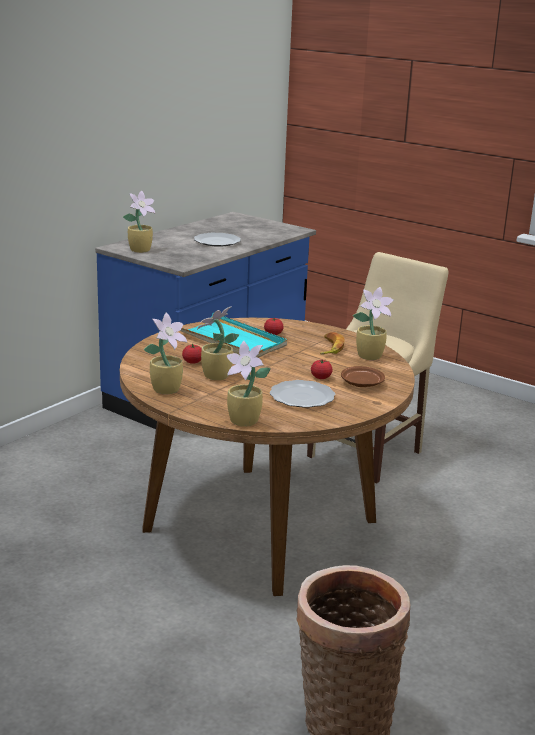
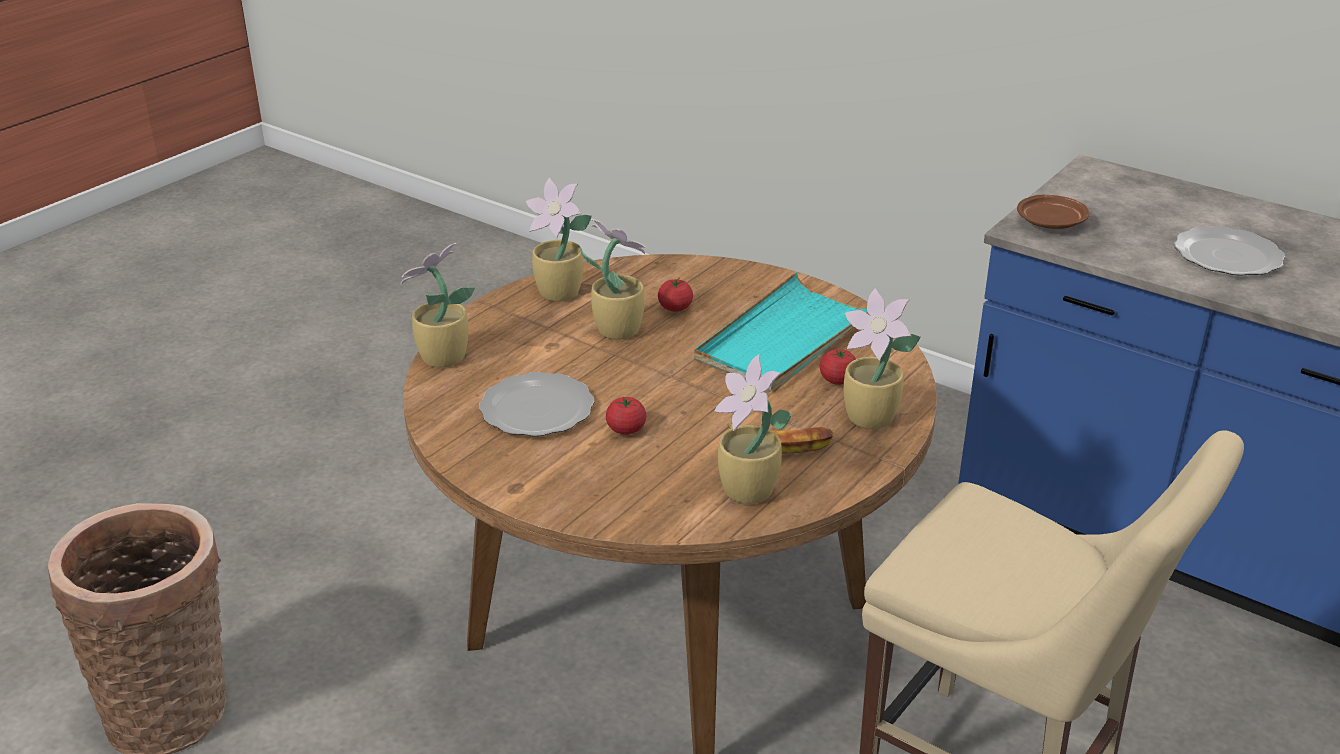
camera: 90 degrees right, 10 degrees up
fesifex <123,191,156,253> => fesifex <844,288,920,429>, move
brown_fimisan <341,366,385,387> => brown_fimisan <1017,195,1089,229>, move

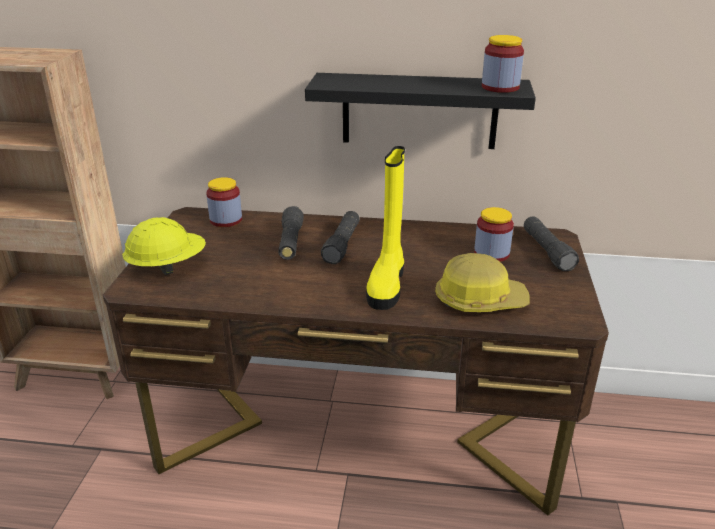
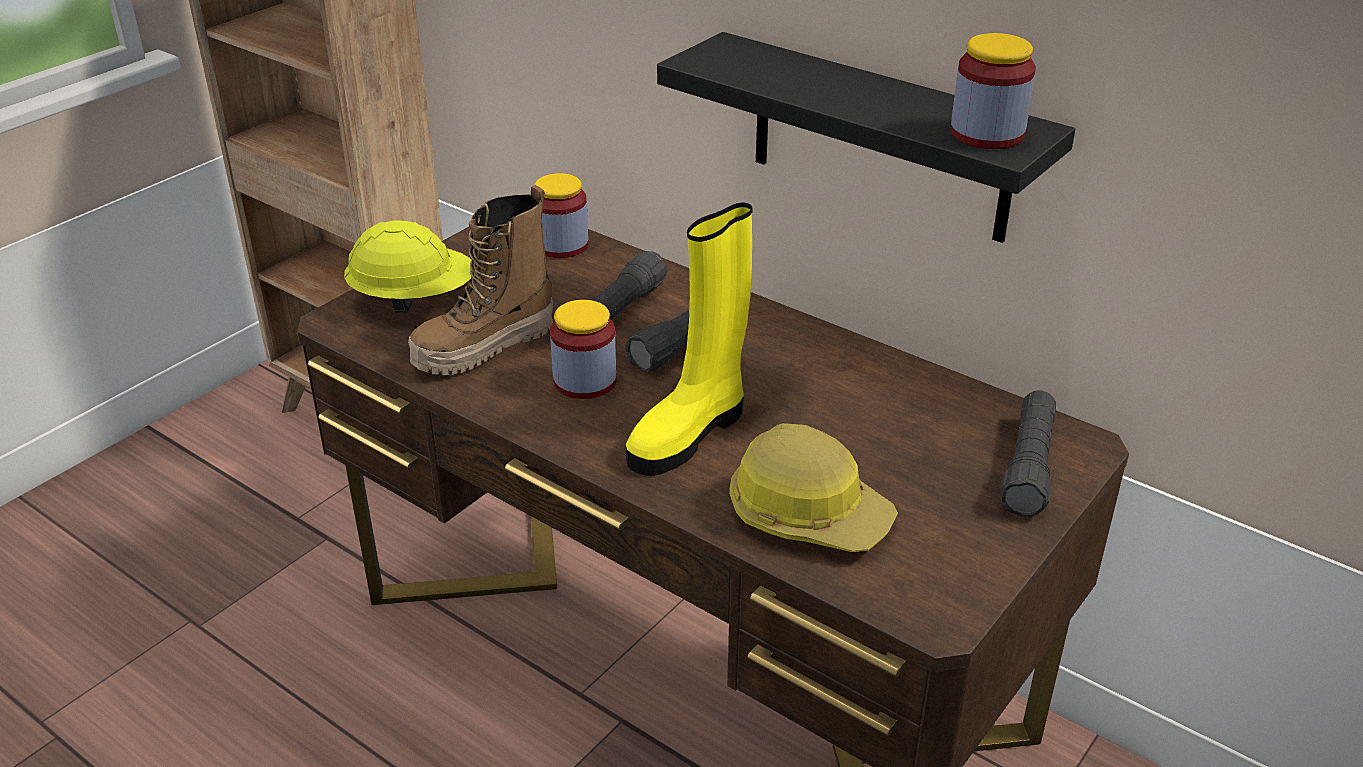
camera: 30 degrees right, 5 degrees up
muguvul <474,207,514,262> => muguvul <550,300,617,399>, move
nothing => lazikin <408,185,553,375>

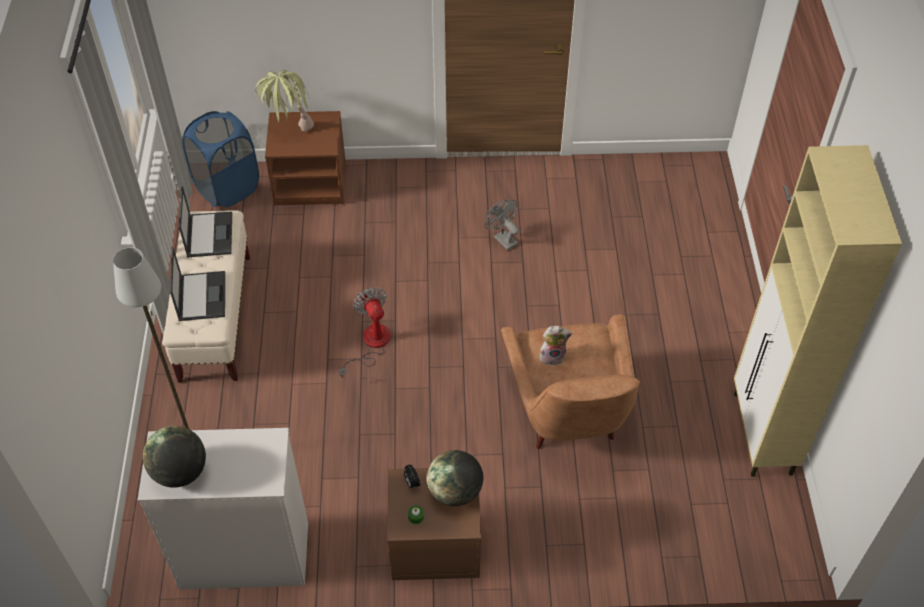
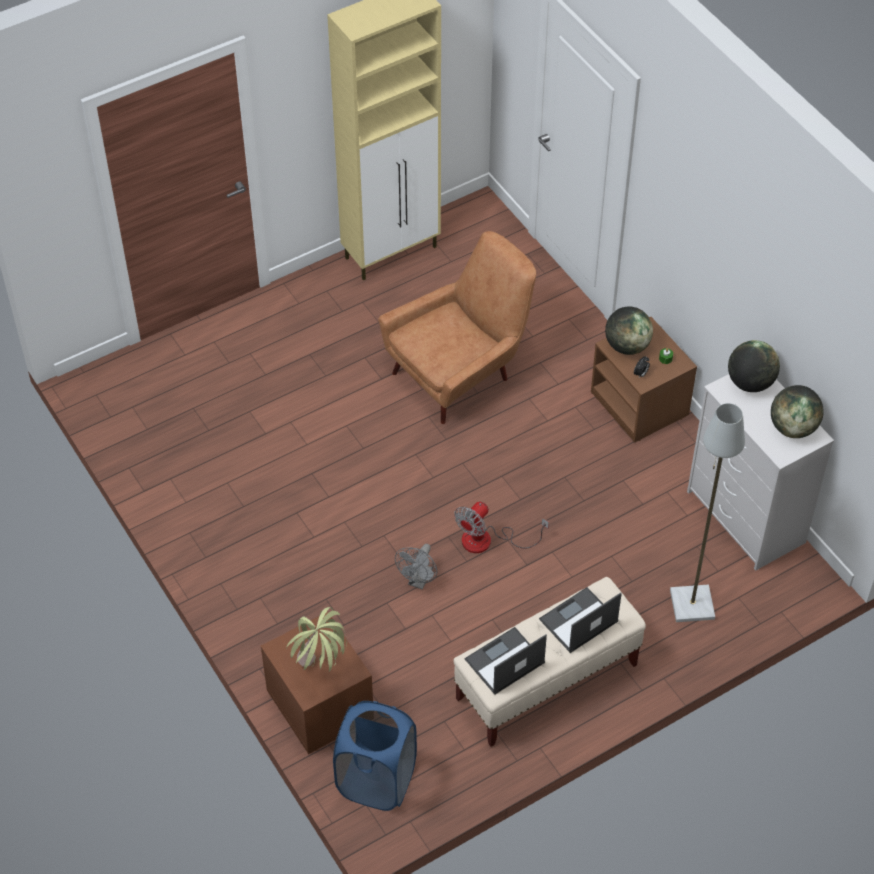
camera: 120 degrees left, 0 degrees up
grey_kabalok <485,200,519,251> => grey_kabalok <395,544,437,589>, move
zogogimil <539,326,573,366> => nothing
nothing => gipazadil <728,340,780,392>

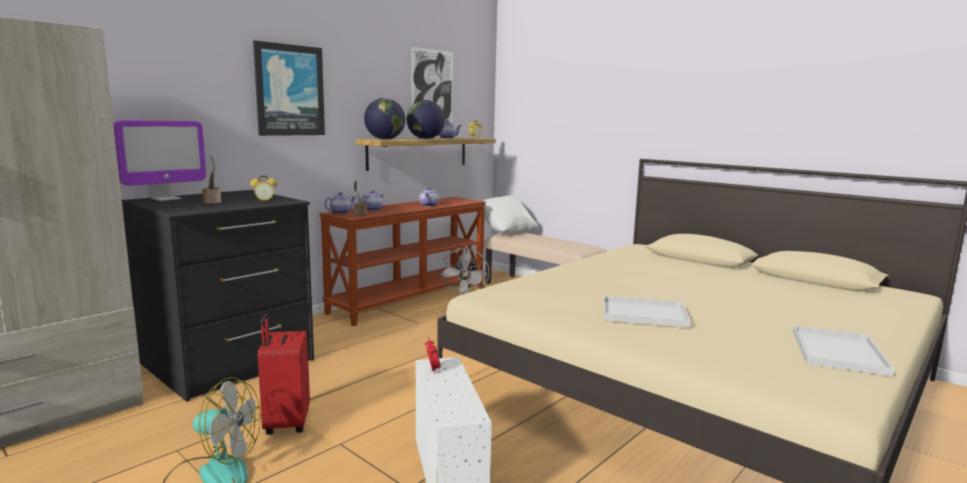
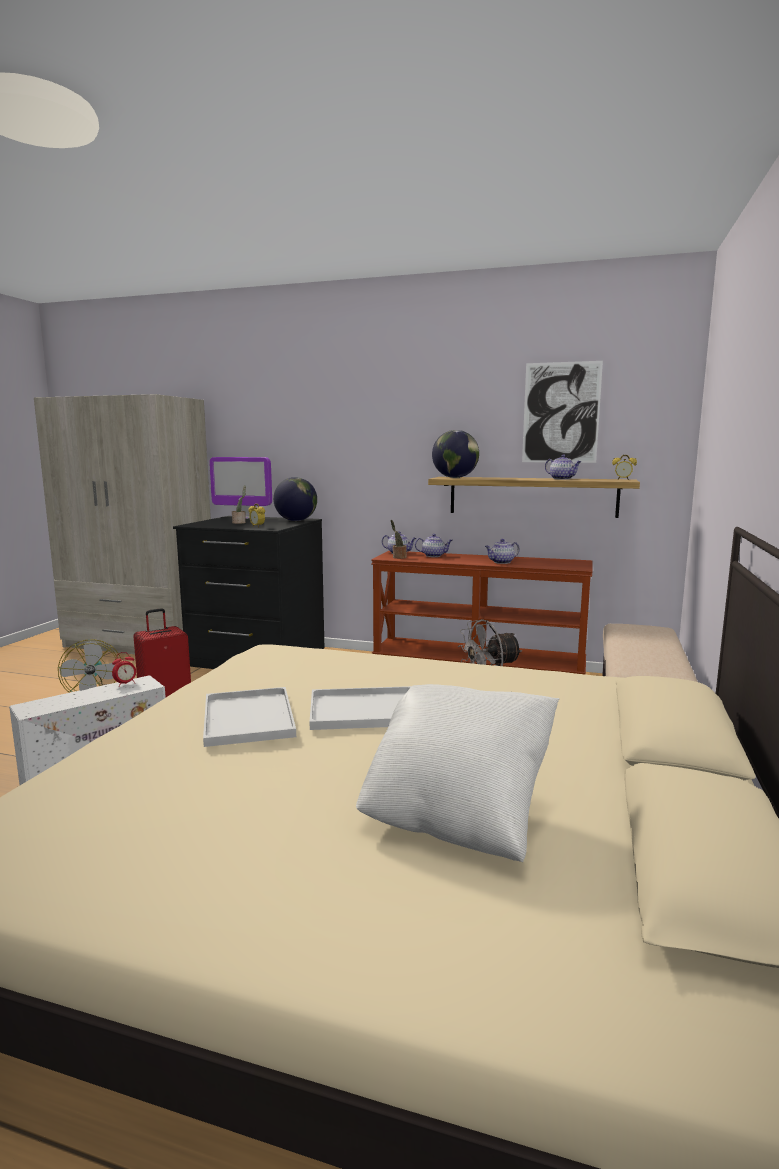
camera: 65 degrees right, 0 degrees up
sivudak <253,40,325,136> => nothing
gipazadil <407,100,445,139> => gipazadil <273,477,317,521>, move
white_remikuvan <483,195,539,235> => white_remikuvan <356,684,559,862>, move
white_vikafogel <793,325,895,376> => white_vikafogel <310,686,412,730>, move

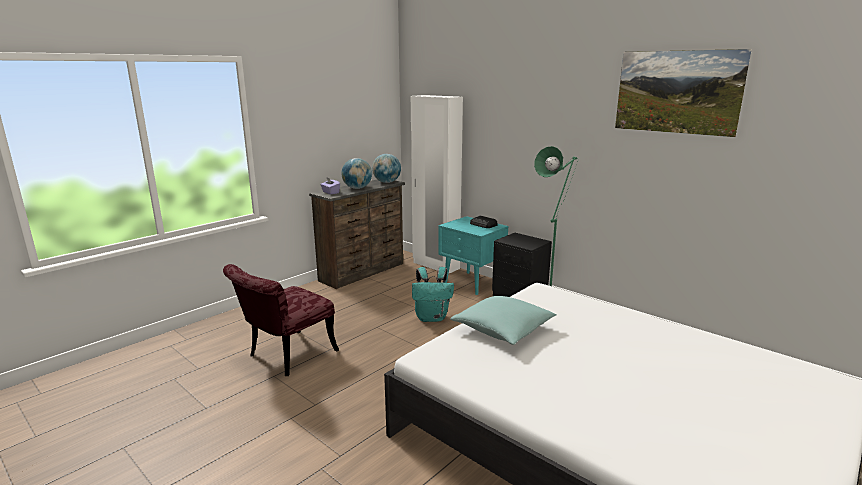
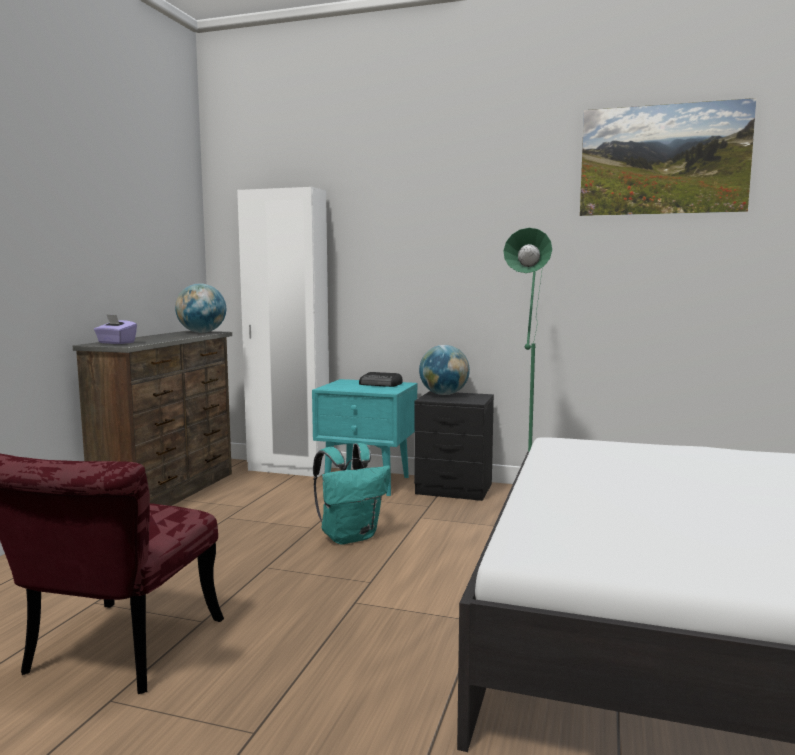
camera: 25 degrees left, 10 degrees down
gipazadil <341,158,372,189> => gipazadil <419,345,470,395>, move
turquoise_remikuvan <450,296,556,345> => nothing

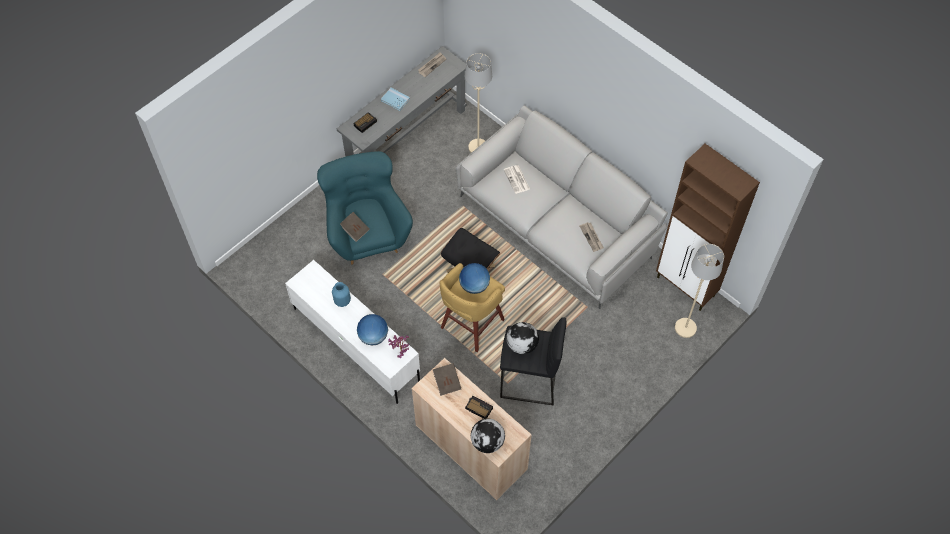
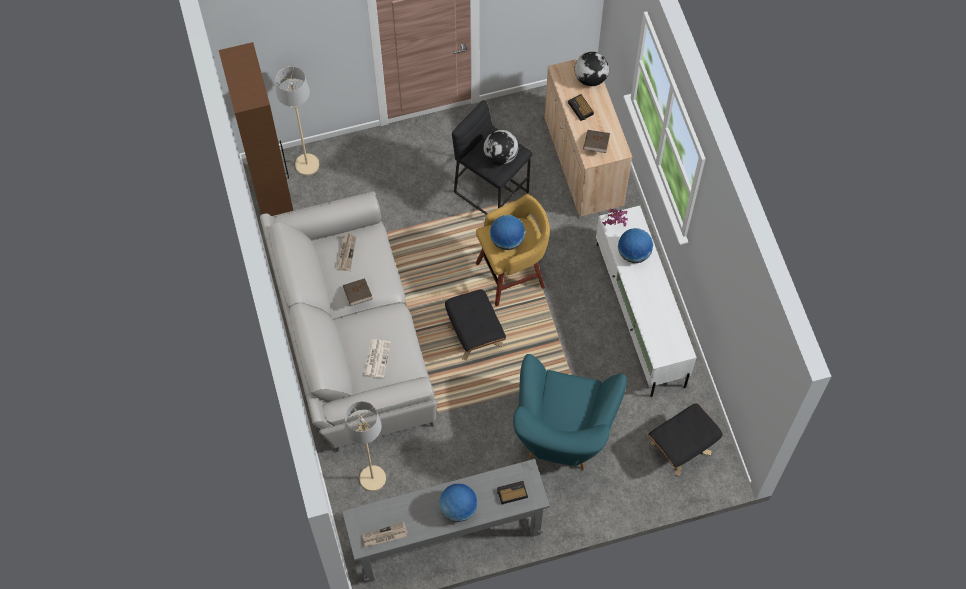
camera: 150 degrees left, 5 degrees up
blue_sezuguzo <332,282,351,307> => nothing
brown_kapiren <340,212,370,242> => brown_kapiren <343,278,373,306>, move
blue_kapiren <381,88,410,111> => gipazadil <439,484,478,522>
nothing => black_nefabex <648,403,723,476>

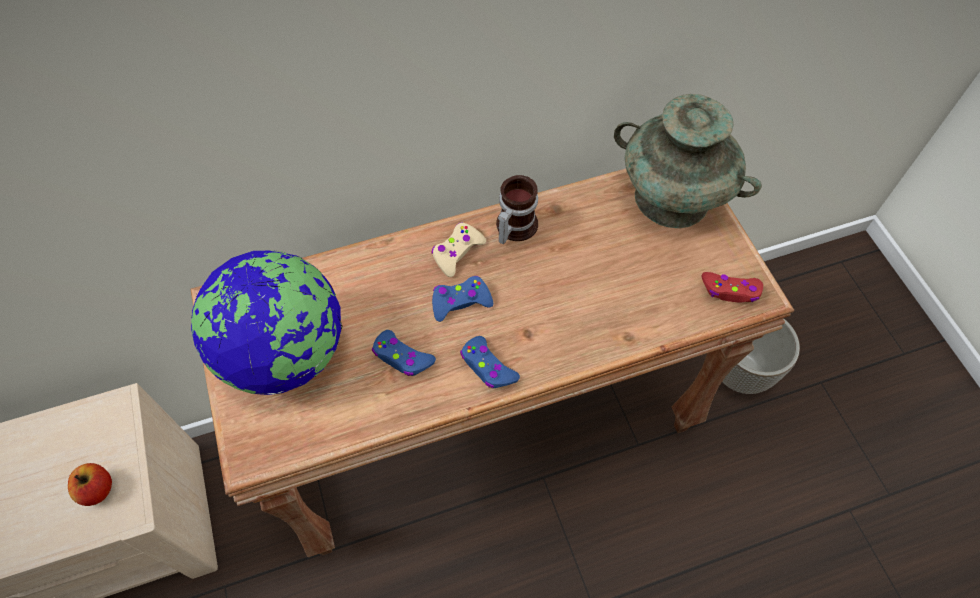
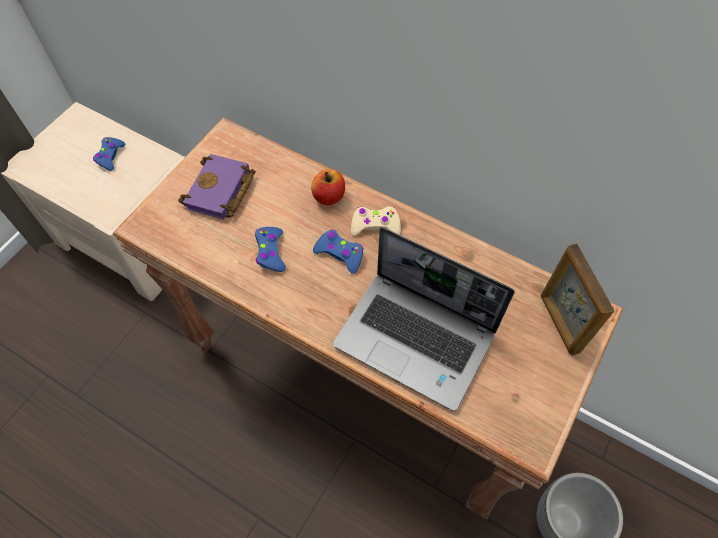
camera: 50 degrees right, 0 degrees up
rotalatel <68,463,112,506> => rotalatel <311,169,345,205>, move
gipazadil <191,250,343,395> => purple_kapiren <178,154,256,220>
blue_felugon <460,336,520,388> => blue_felugon <93,137,125,171>, move
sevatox <496,175,538,244> => nothing
turquoise_sezuguzo <614,94,762,228> => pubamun <541,243,614,356>
red_felugon <701,272,763,303> => nothing
nothing => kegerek <333,227,515,411>

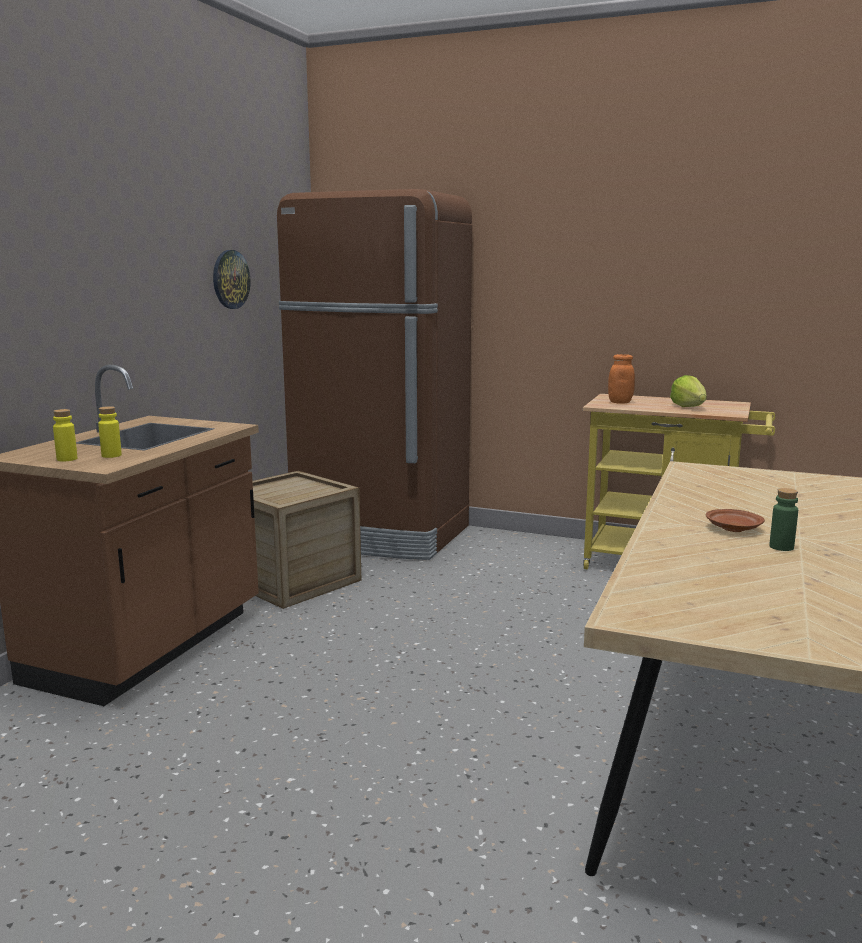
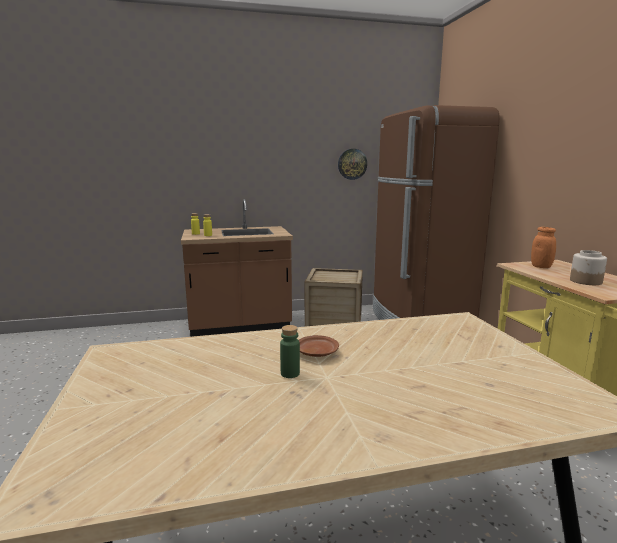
camera: 55 degrees right, 0 degrees up
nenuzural <670,375,707,407> => muguvul <570,250,607,285>

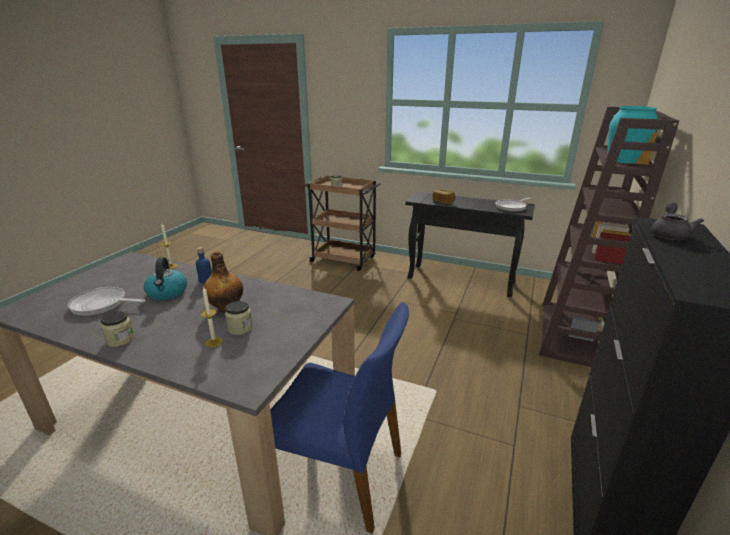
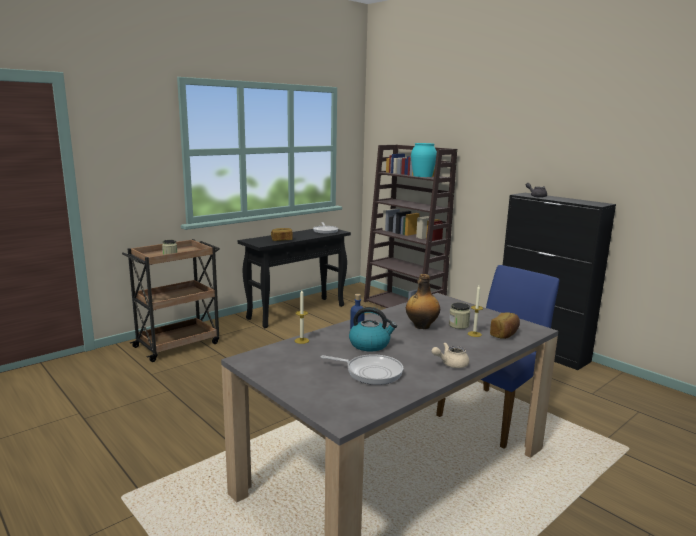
camera: 65 degrees left, 10 degrees down
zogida <68,287,145,316> => zogida <321,354,403,385>, 105 degrees counterclockwise
muguvul <101,311,135,347> => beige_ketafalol <432,343,469,368>
nothing => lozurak <490,312,520,339>

